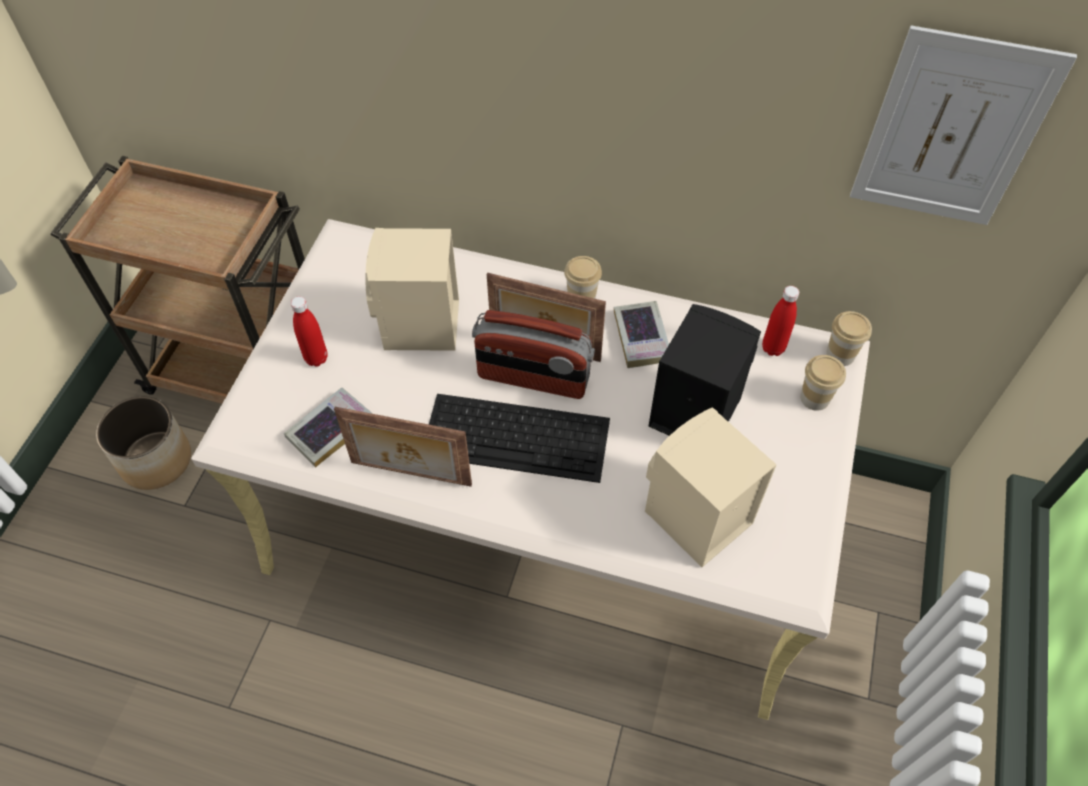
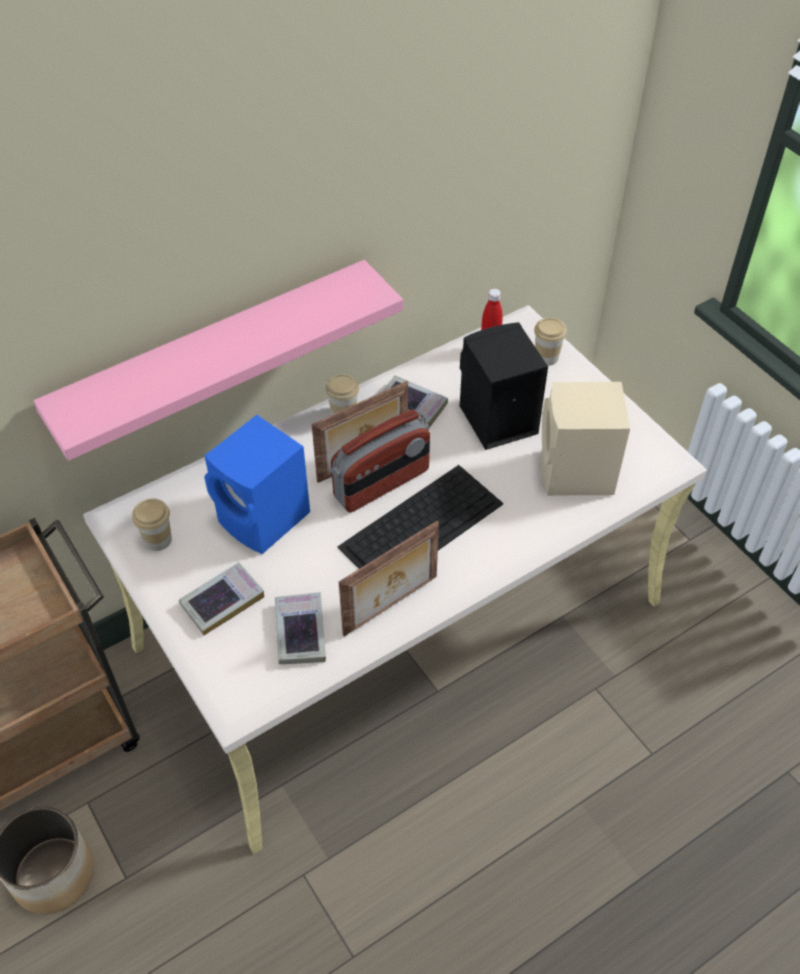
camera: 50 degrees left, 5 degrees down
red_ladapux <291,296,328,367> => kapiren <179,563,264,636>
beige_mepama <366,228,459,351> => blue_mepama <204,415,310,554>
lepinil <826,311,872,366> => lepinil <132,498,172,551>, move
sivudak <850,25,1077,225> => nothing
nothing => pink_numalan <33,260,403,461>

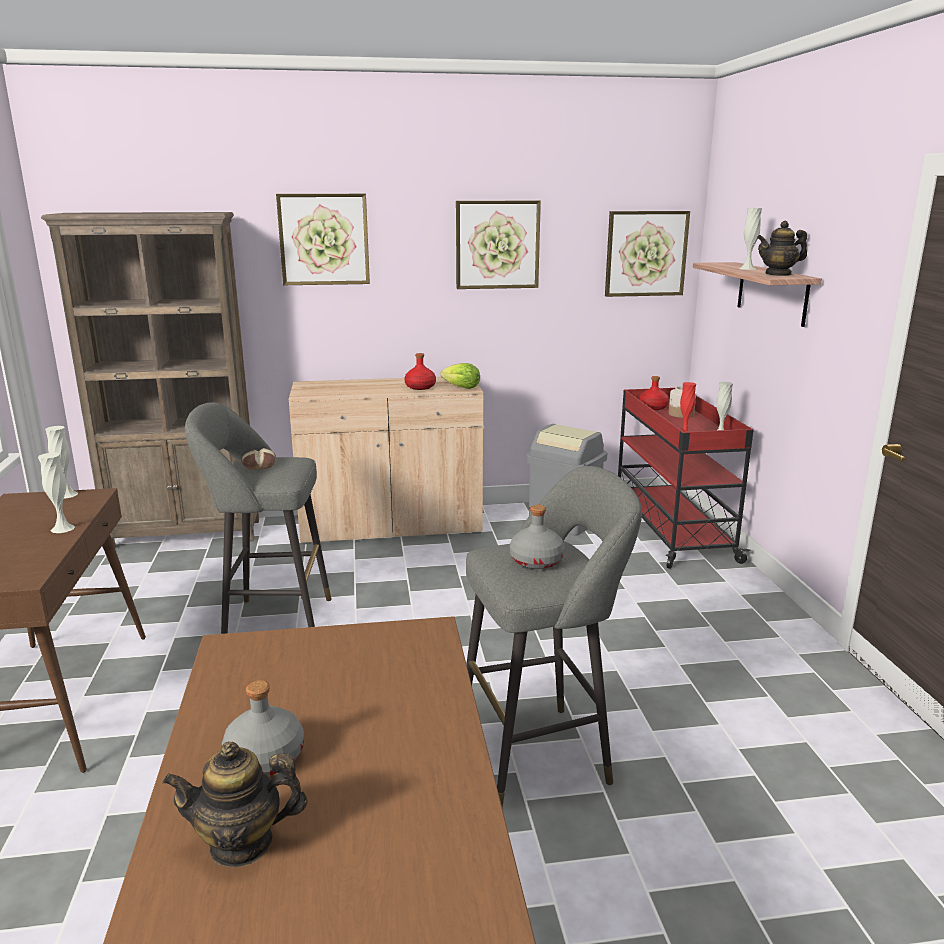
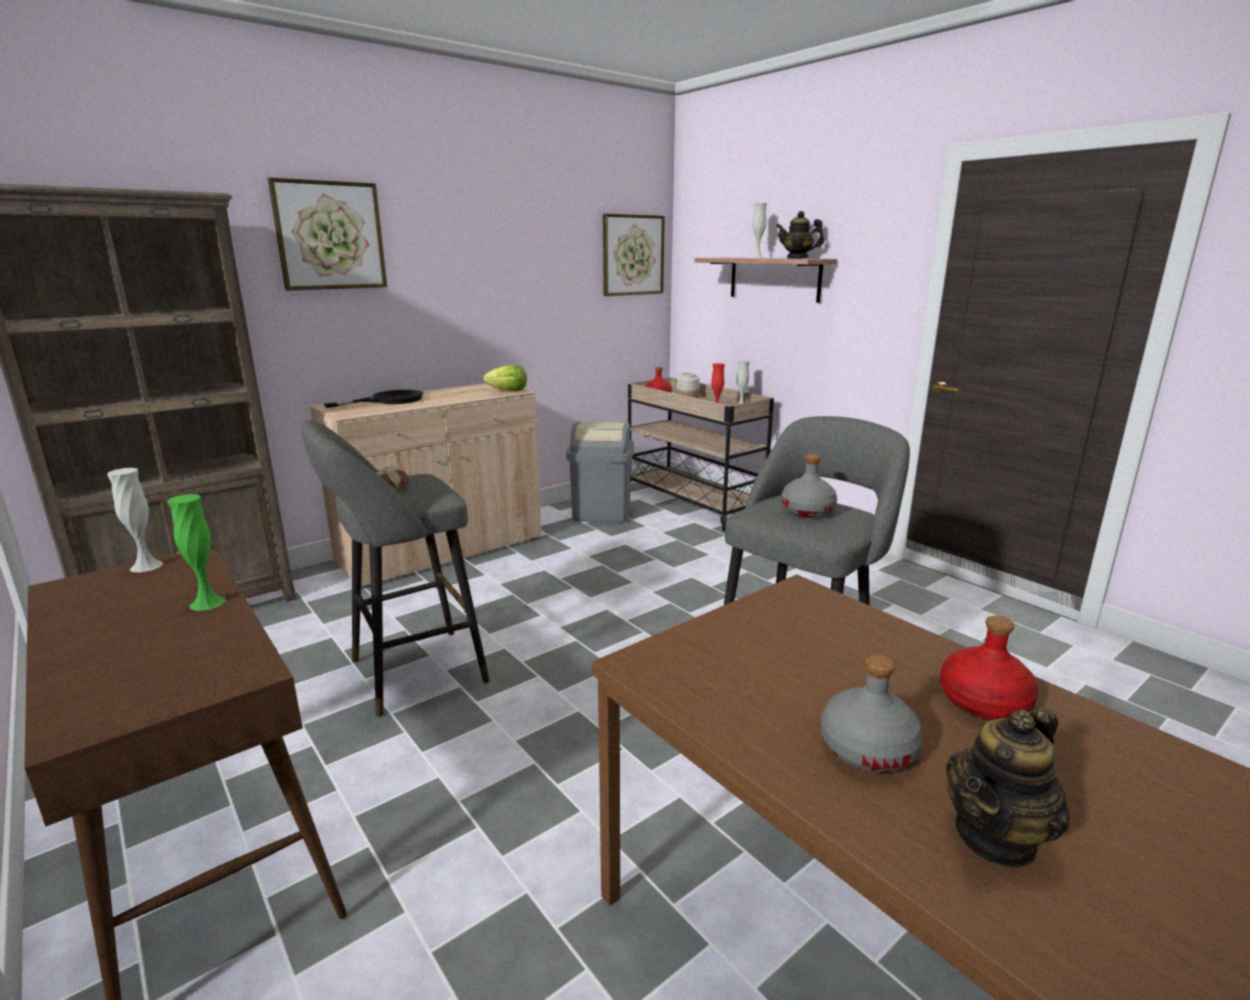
camera: 30 degrees left, 0 degrees up
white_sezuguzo <38,453,75,533> => green_sezuguzo <167,494,226,611>
red_ladapux <405,353,436,390> => red_ladapux <940,615,1038,720>, move
sivudak <456,201,541,289> => nothing
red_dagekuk <618,388,753,569> => beige_dagekuk <628,377,774,531>
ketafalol <757,221,807,276> => ketafalol <776,211,825,259>, 60 degrees clockwise
nothing => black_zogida <324,390,423,408>

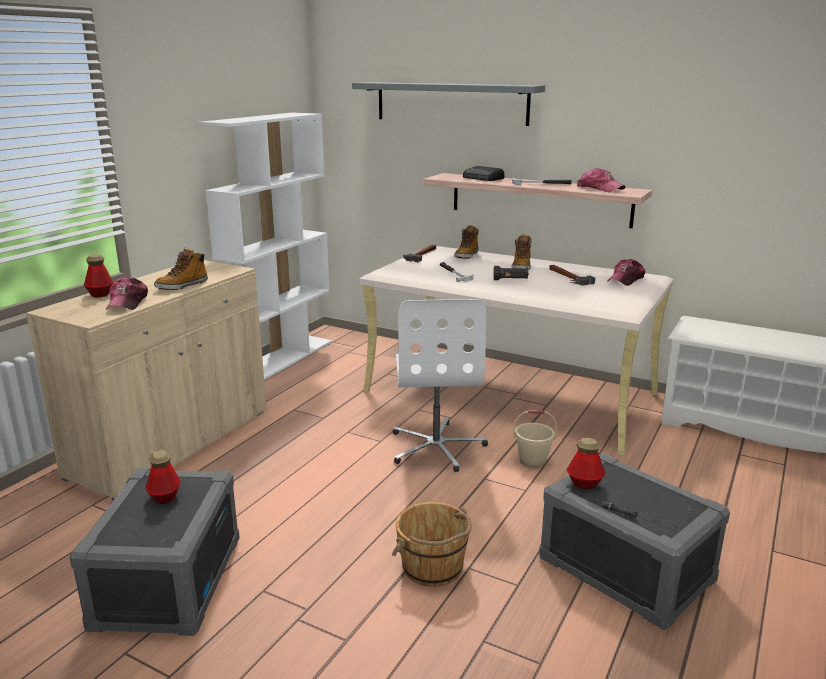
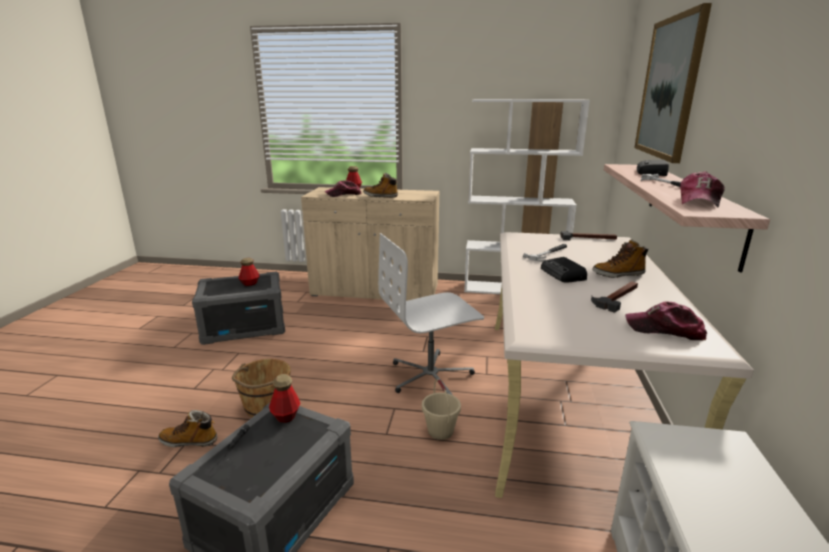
camera: 70 degrees right, 0 degrees up
grey_numalan <352,82,545,126> => sivudak <634,3,712,163>
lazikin <454,225,479,259> => lazikin <158,410,217,447>, move
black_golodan <493,266,529,280> => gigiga <541,257,587,282>

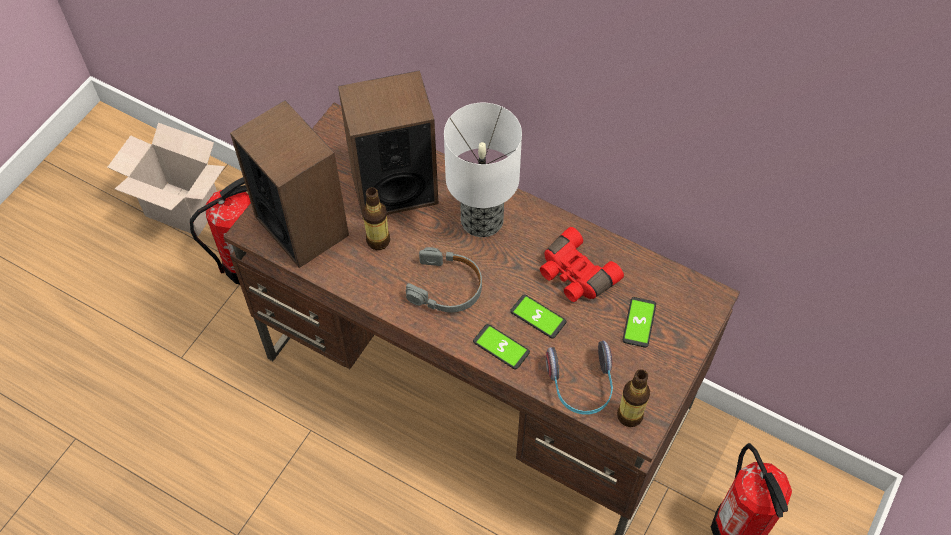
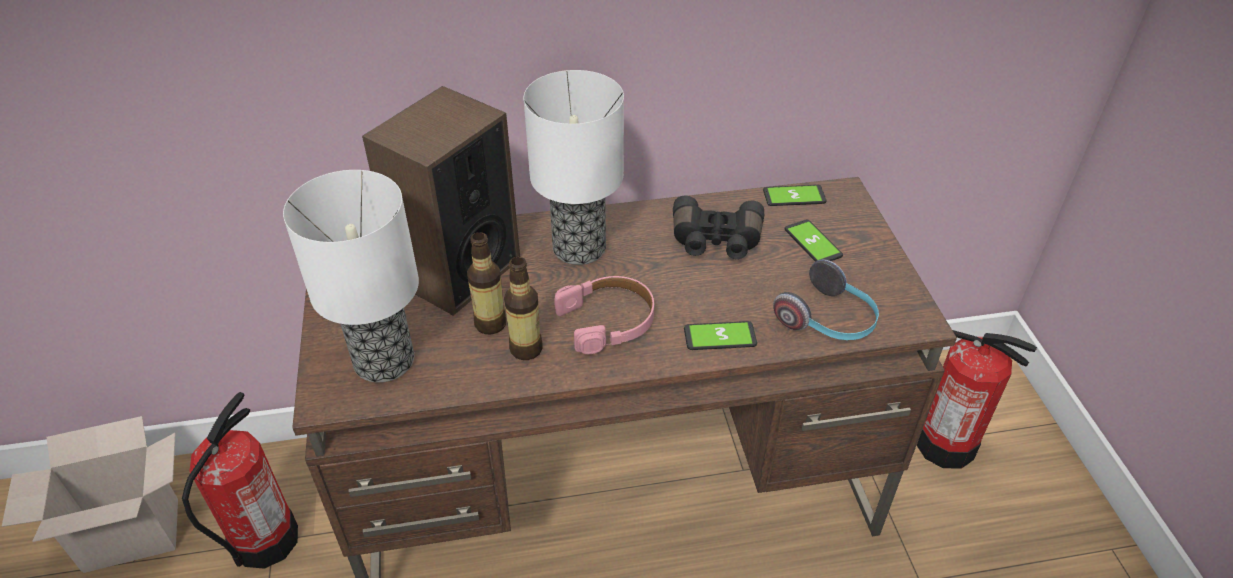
camera: 40 degrees left, 15 degrees down
mepama <230,100,349,268> => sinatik <283,170,419,383>
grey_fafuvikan <406,247,482,312> => pink_fafuvikan <554,276,654,355>
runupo <510,295,567,339> => runupo <763,185,826,206>, move
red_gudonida <540,227,624,302> => black_gudonida <673,196,764,259>
ladapux <617,369,650,427> => ladapux <504,257,543,360>, move

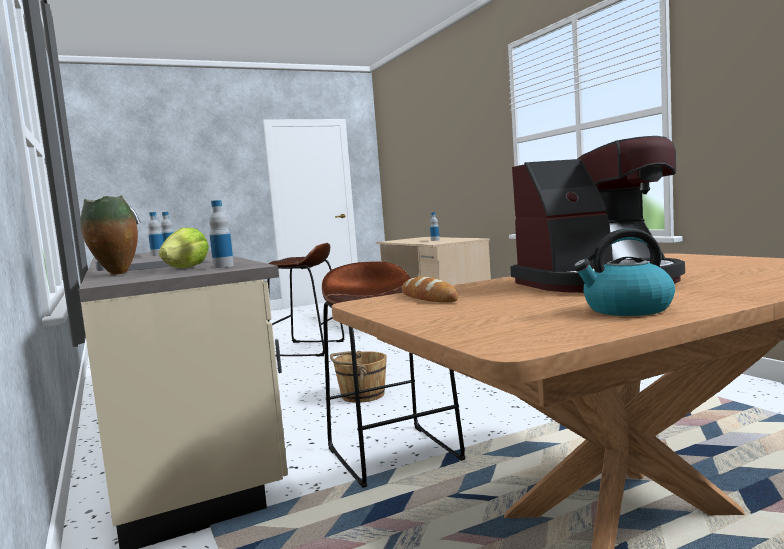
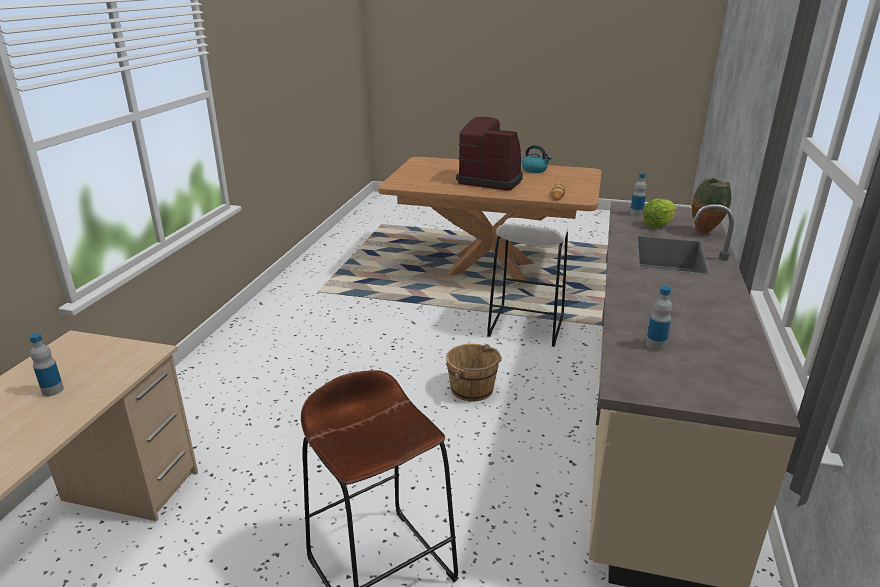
camera: 140 degrees left, 20 degrees up
ladapux <148,212,164,256> => nothing
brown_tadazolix <322,261,466,488> => white_tadazolix <487,218,568,347>

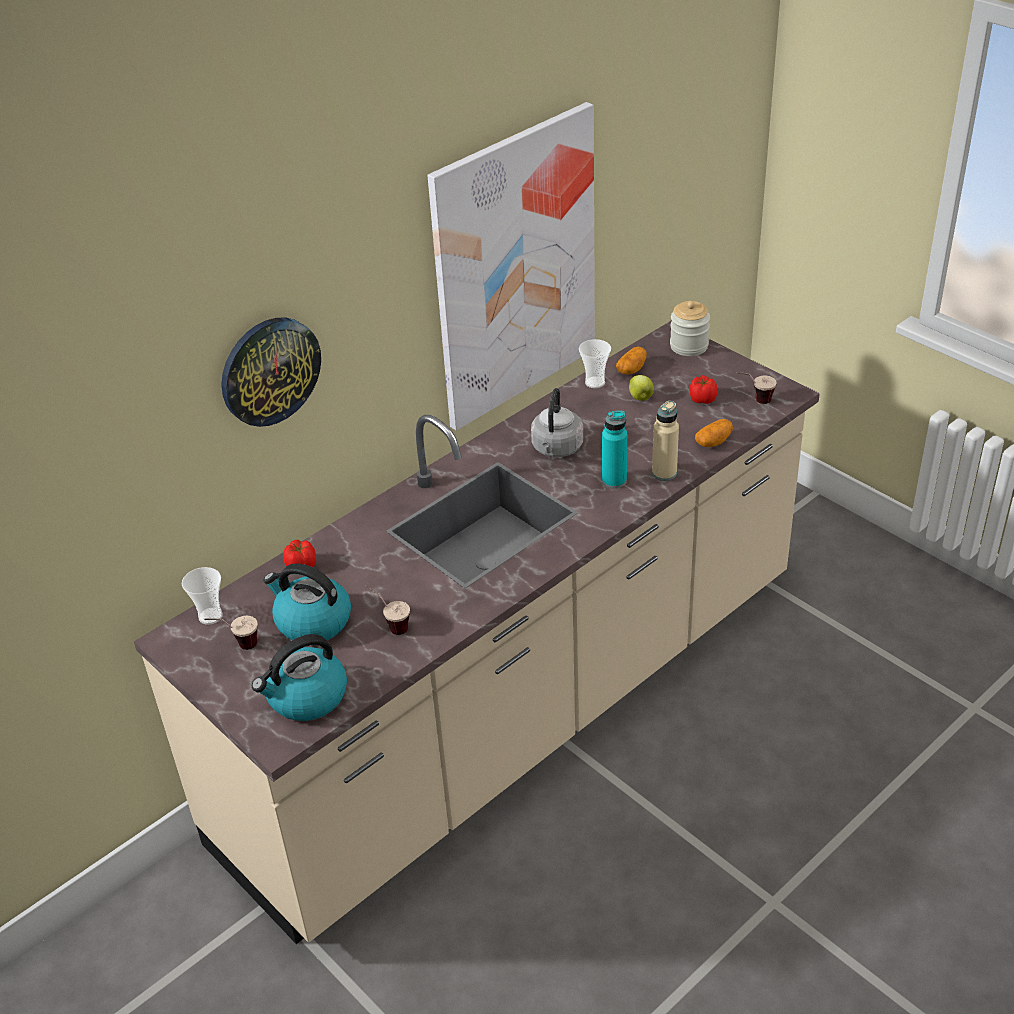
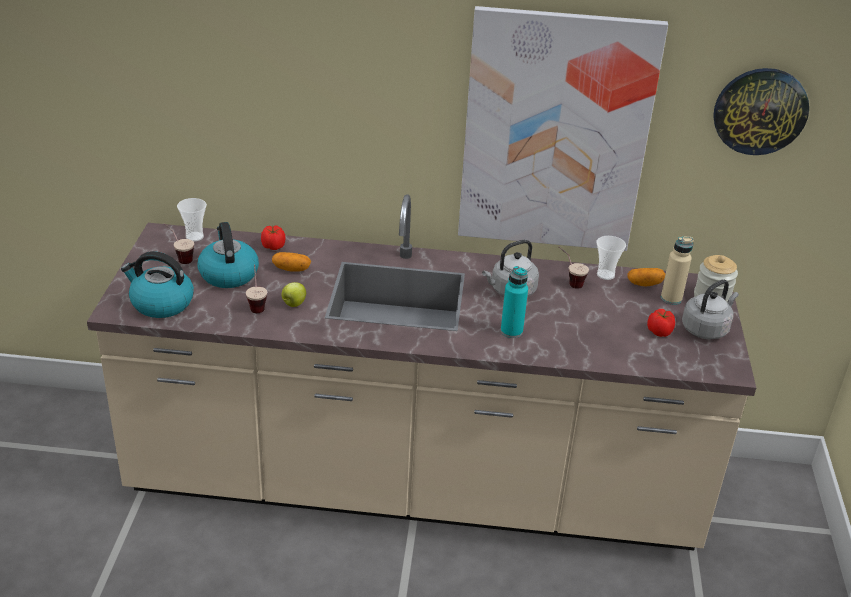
camera: 45 degrees right, 5 degrees down
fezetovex <221,318,321,427> => fezetovex <713,68,809,155>, move
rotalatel <629,375,654,401> => rotalatel <282,282,306,307>, move
beige_ladapux <652,401,679,481> => beige_ladapux <661,237,694,305>, move
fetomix <695,419,733,447> => fetomix <272,252,311,272>, move
lepinil <737,372,777,404> => lepinil <559,246,589,289>, move
nothing => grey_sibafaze <682,280,739,340>

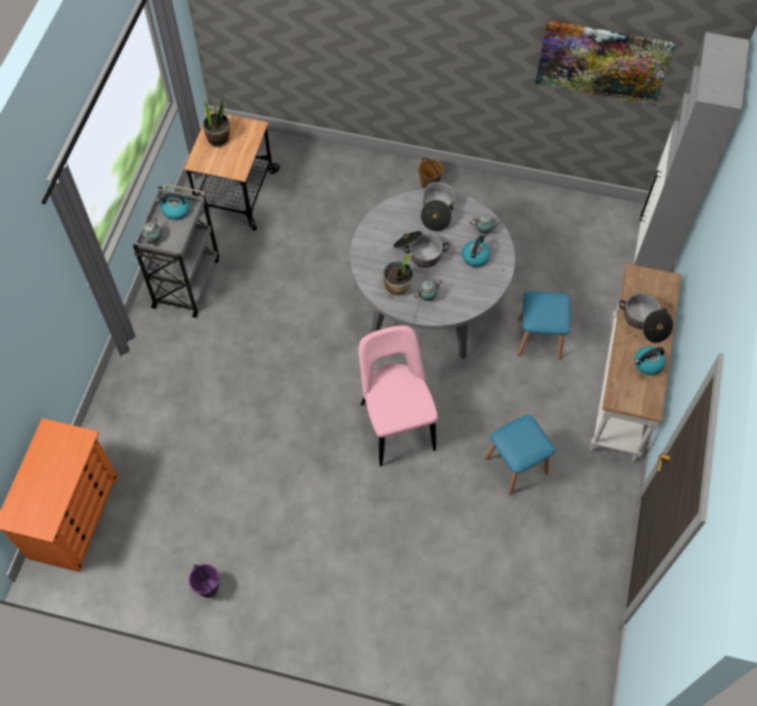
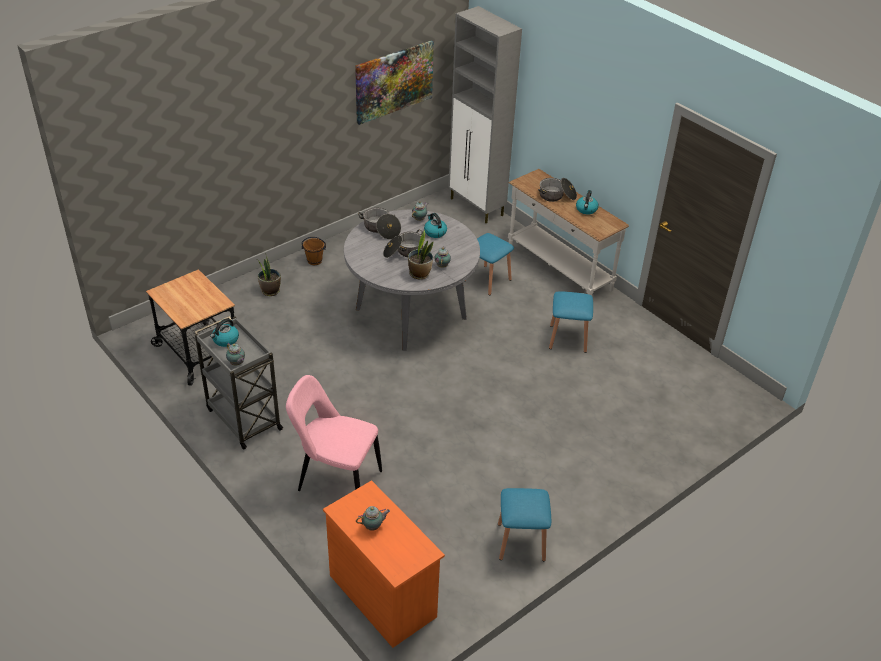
camera: 55 degrees left, 20 degrees down
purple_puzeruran <189,564,220,597> => blue_tadazolix <498,488,551,561>
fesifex <203,99,230,147> => fesifex <257,256,281,296>, move
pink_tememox <359,326,438,466> => pink_tememox <286,375,382,491>, move
nothing => ketafalol <356,506,390,531>

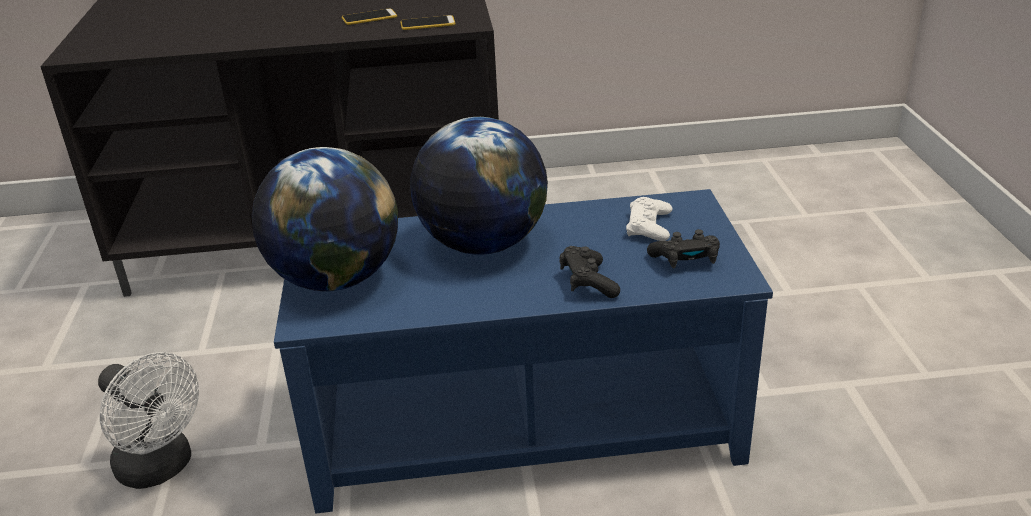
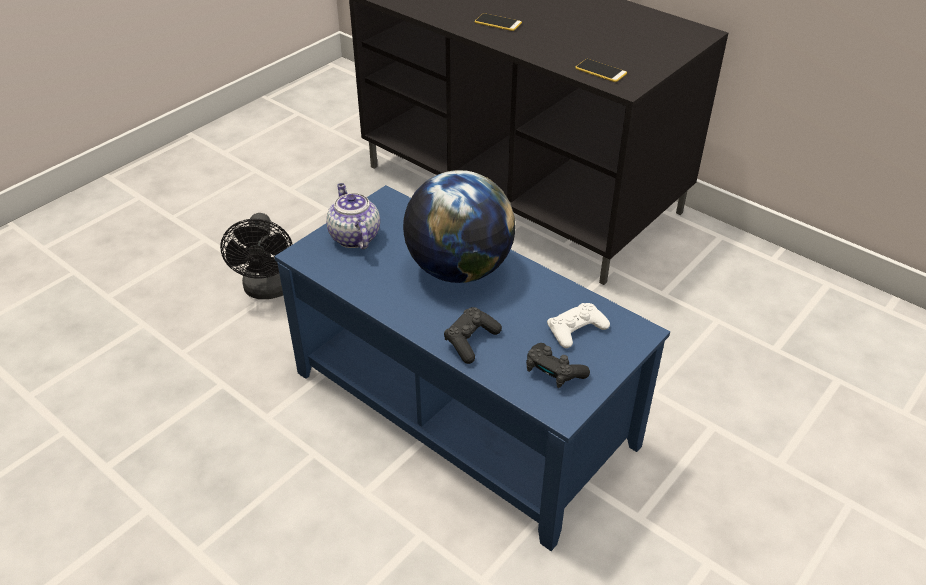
camera: 45 degrees right, 10 degrees up
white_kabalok <98,352,199,489> => black_kabalok <220,213,293,299>
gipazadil <252,147,398,291> => ketafalol <326,183,380,249>
runupo <342,8,397,25> => runupo <475,13,522,31>, move

